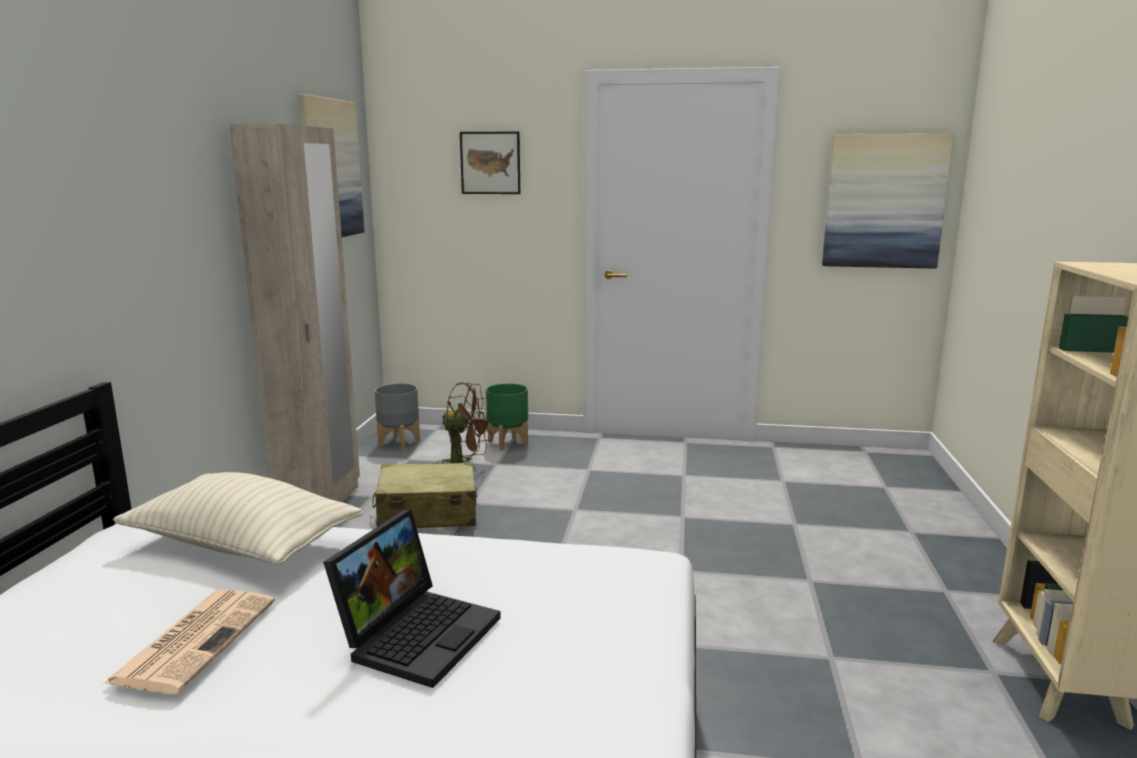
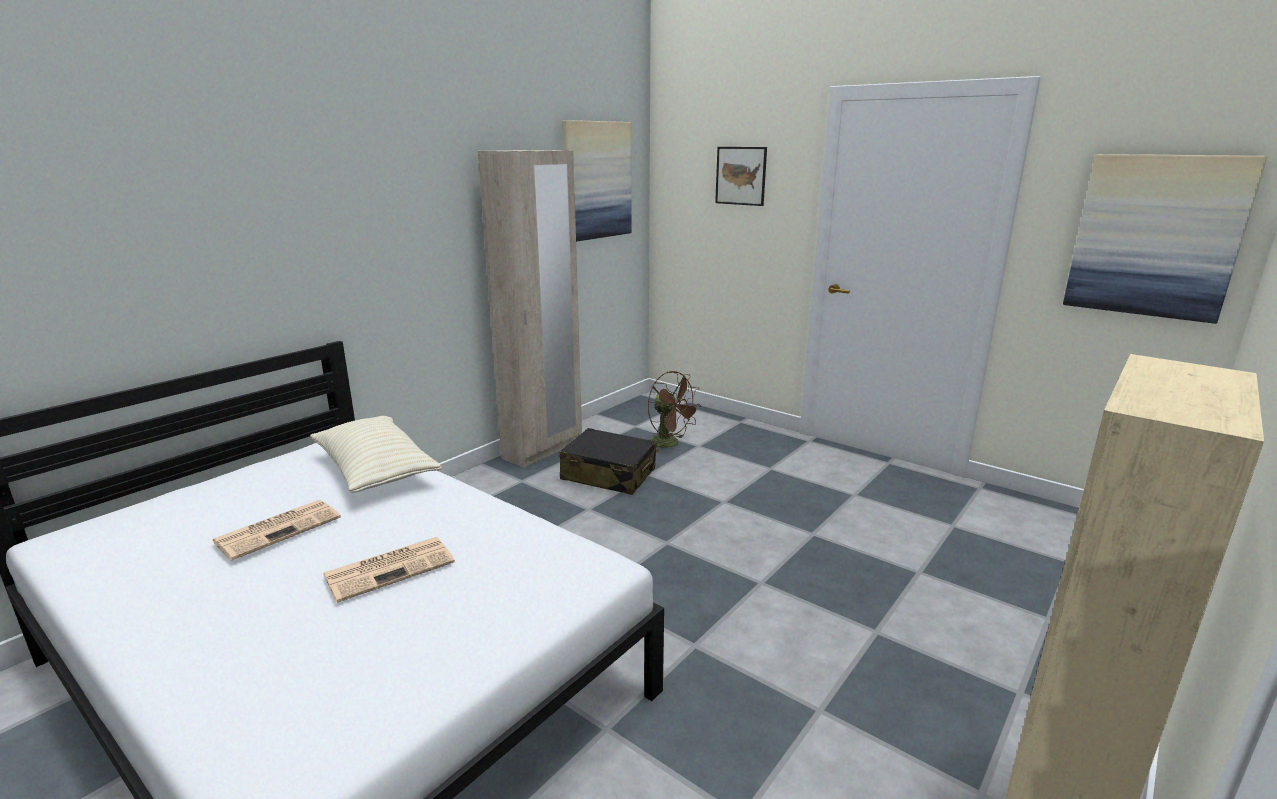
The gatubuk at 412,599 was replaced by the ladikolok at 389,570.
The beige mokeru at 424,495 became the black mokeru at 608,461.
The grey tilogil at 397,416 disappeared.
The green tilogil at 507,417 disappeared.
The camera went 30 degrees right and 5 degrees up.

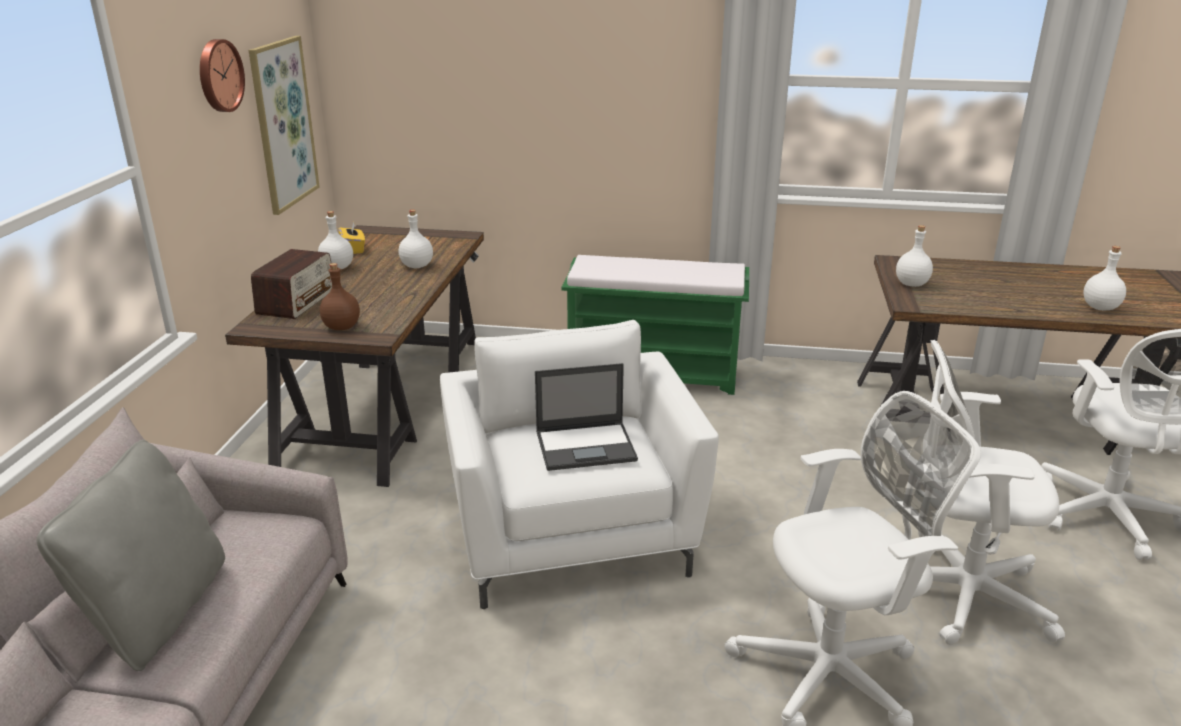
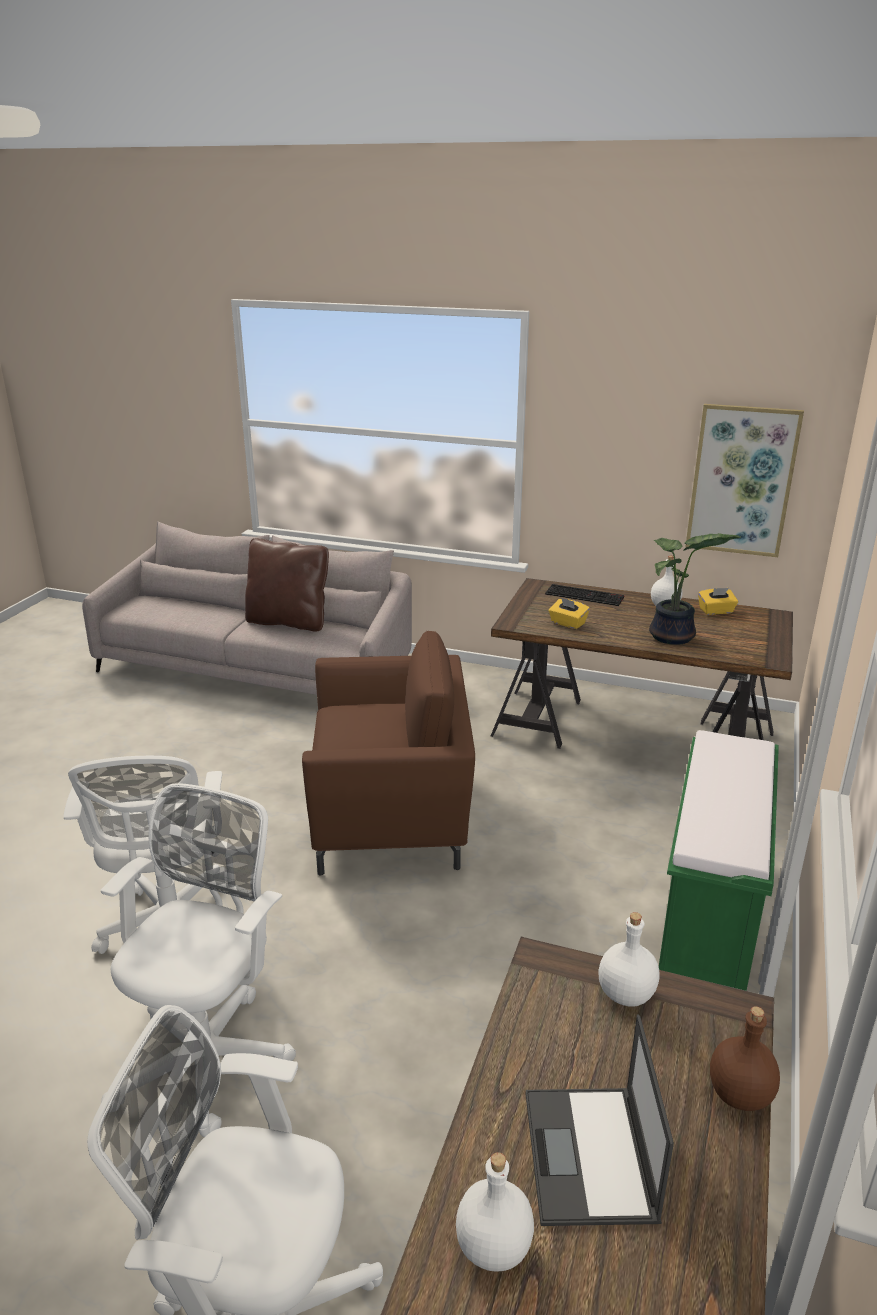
The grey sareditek at 130,555 became the brown sareditek at 287,585.
The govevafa at 222,75 disappeared.
The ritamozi at 291,284 was replaced by the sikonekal at 585,595.
The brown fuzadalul moved from 340,296 to 745,1058.
The white fuzadalul at 416,239 was replaced by the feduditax at 695,589.
The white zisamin at 579,464 became the brown zisamin at 388,753.
The gatubuk moved from 586,417 to 600,1120.
The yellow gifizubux at 569,613 appeared.
The camera went 100 degrees right and 0 degrees up.

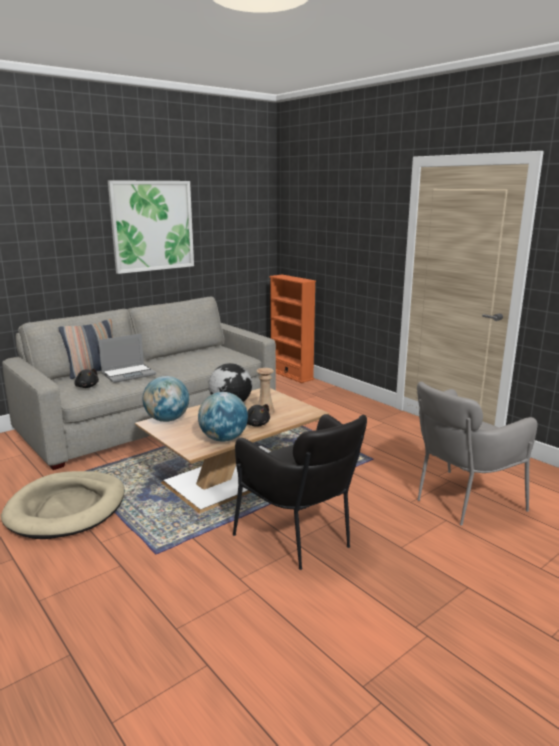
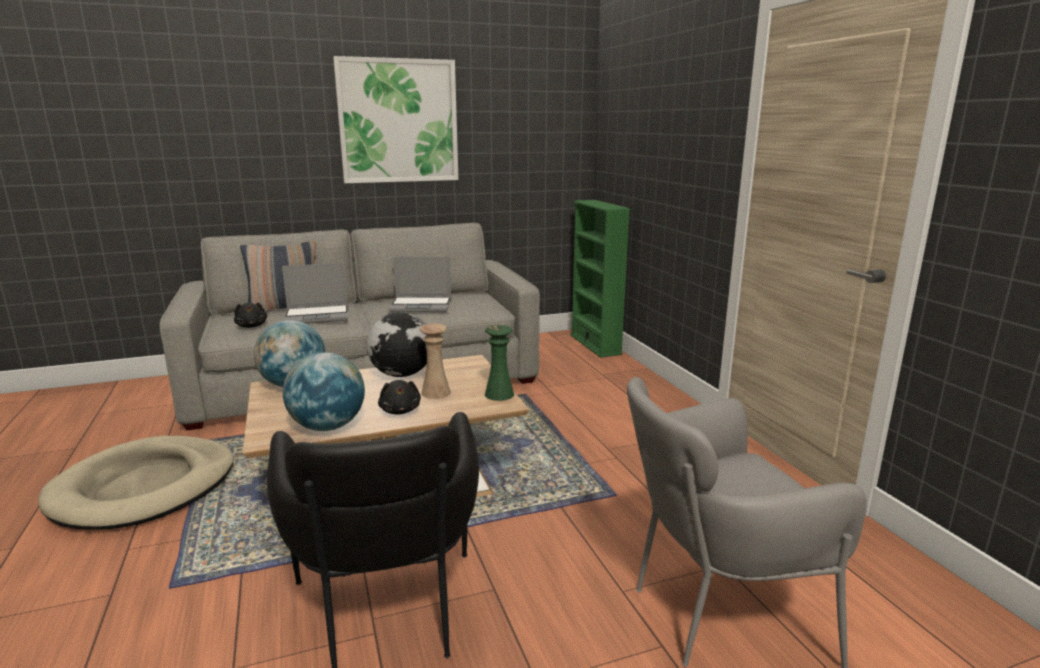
The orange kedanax at 292,329 became the green kedanax at 600,279.
The gatubuk at 419,284 appeared.
The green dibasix at 499,363 appeared.
The camera went 20 degrees right and 0 degrees up.

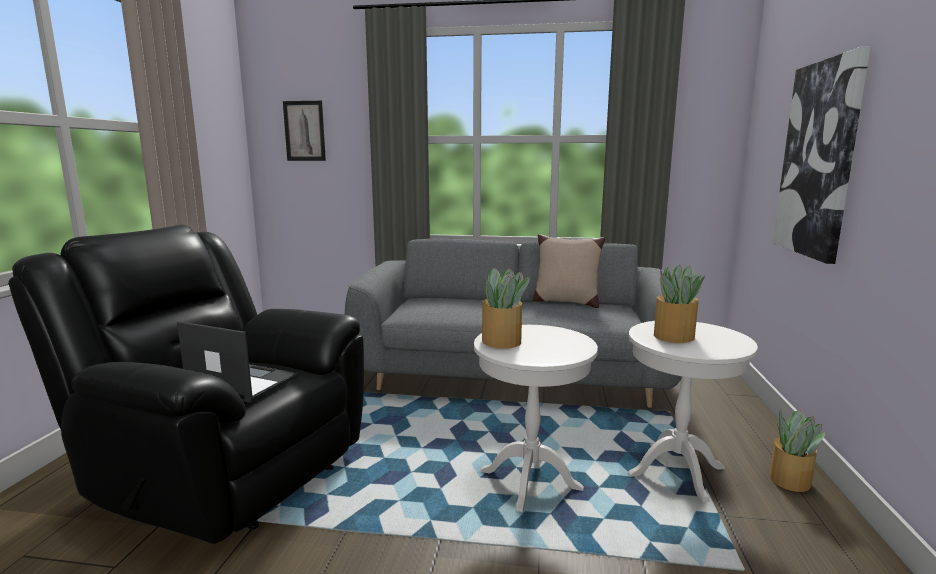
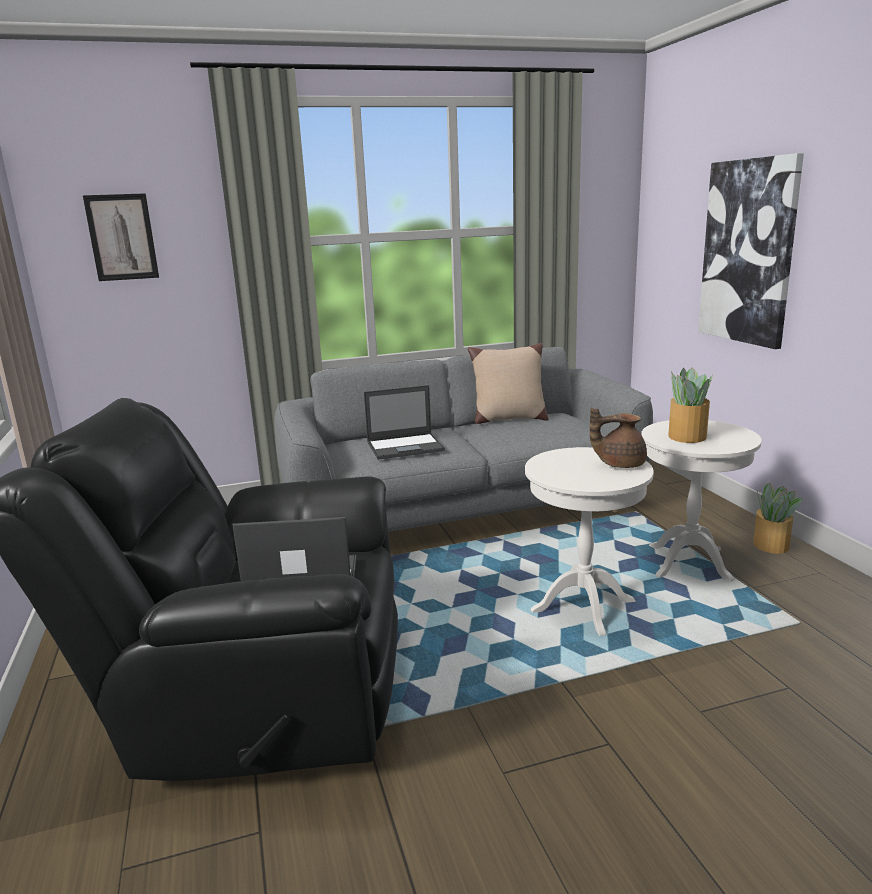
The feduditax at 505,308 disappeared.
The gatubuk at 404,422 appeared.
The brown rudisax at 618,437 appeared.
The camera went 25 degrees left and 5 degrees up.

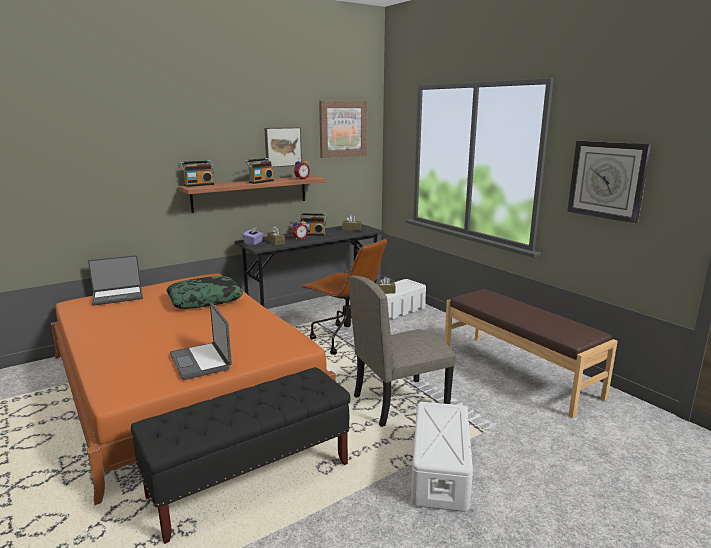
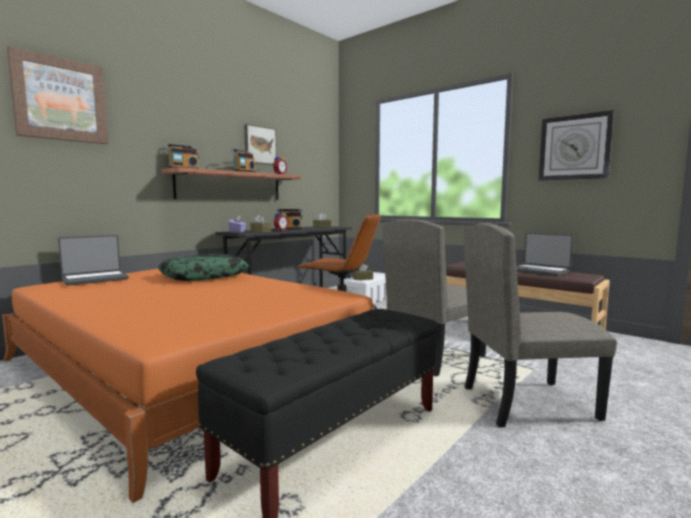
The gatubuk moved from 201,341 to 544,254.
The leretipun moved from 343,129 to 57,95.
The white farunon at 442,457 was replaced by the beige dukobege at 540,325.
The camera went 15 degrees left and 10 degrees down.

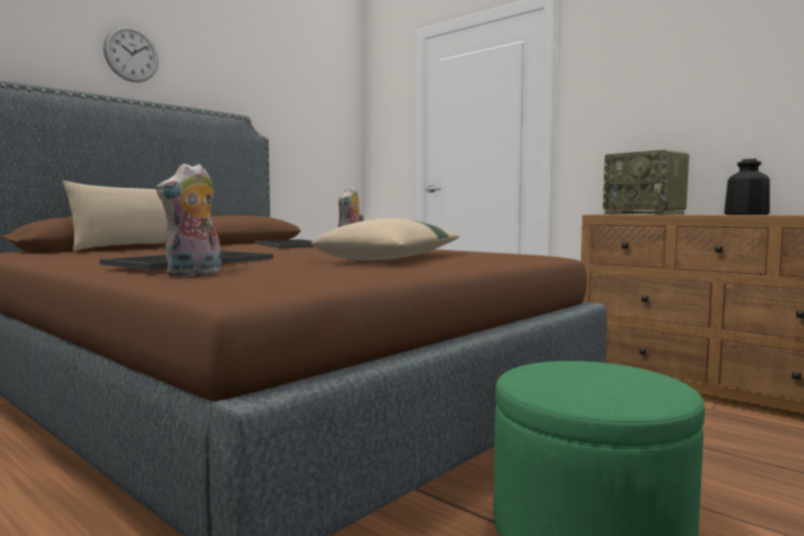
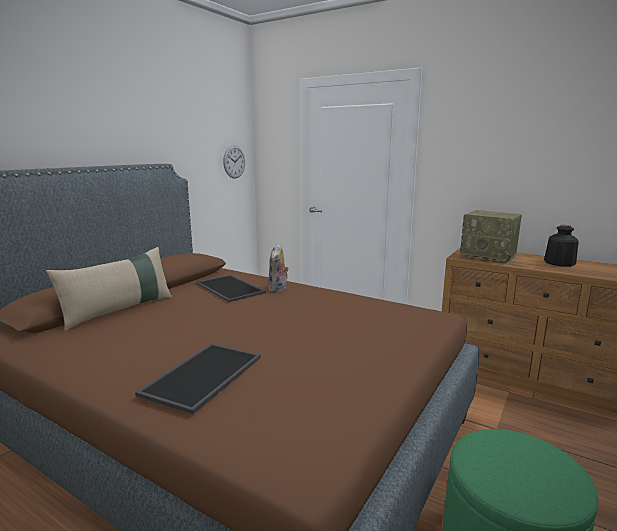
The govevafa moved from 131,53 to 234,162.
The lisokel at 188,220 disappeared.
The beige sareditek at 385,239 disappeared.
The camera went 10 degrees left and 10 degrees up.

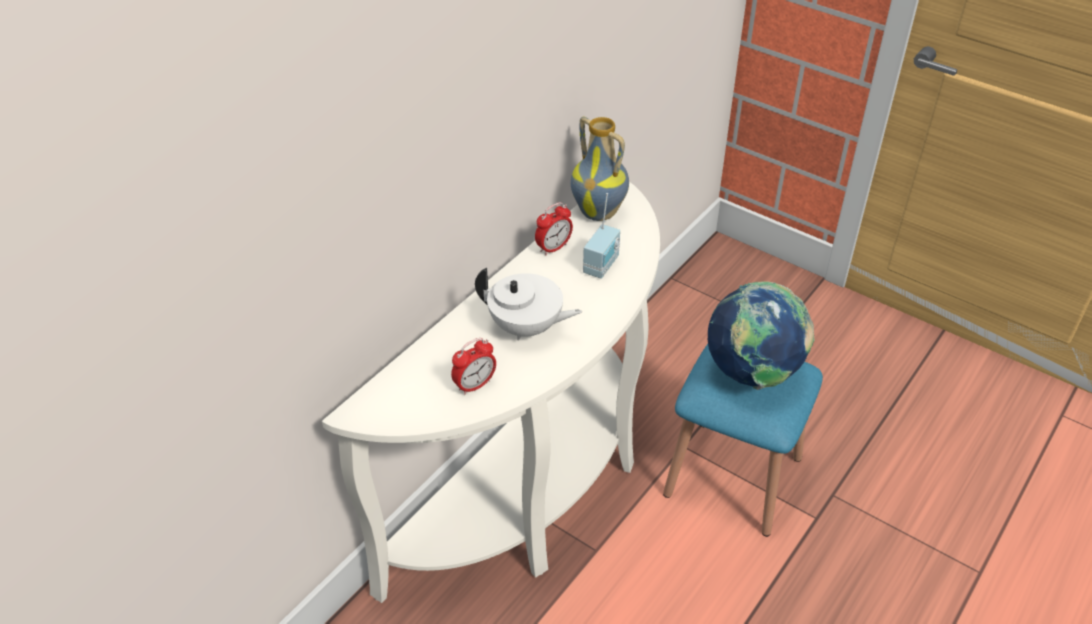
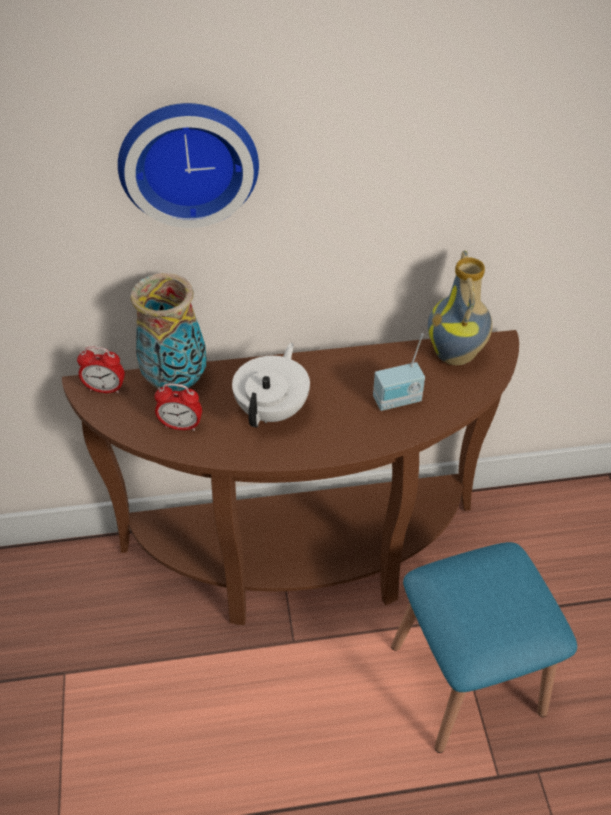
The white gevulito at 491,392 became the brown gevulito at 290,477.
The white rudisax at 528,304 turned 135 degrees counterclockwise.
The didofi moved from 554,229 to 101,370.
The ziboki at 761,335 disappeared.
The govevafa at 188,165 appeared.
The dibasix at 169,332 appeared.
The camera went 45 degrees right and 5 degrees up.

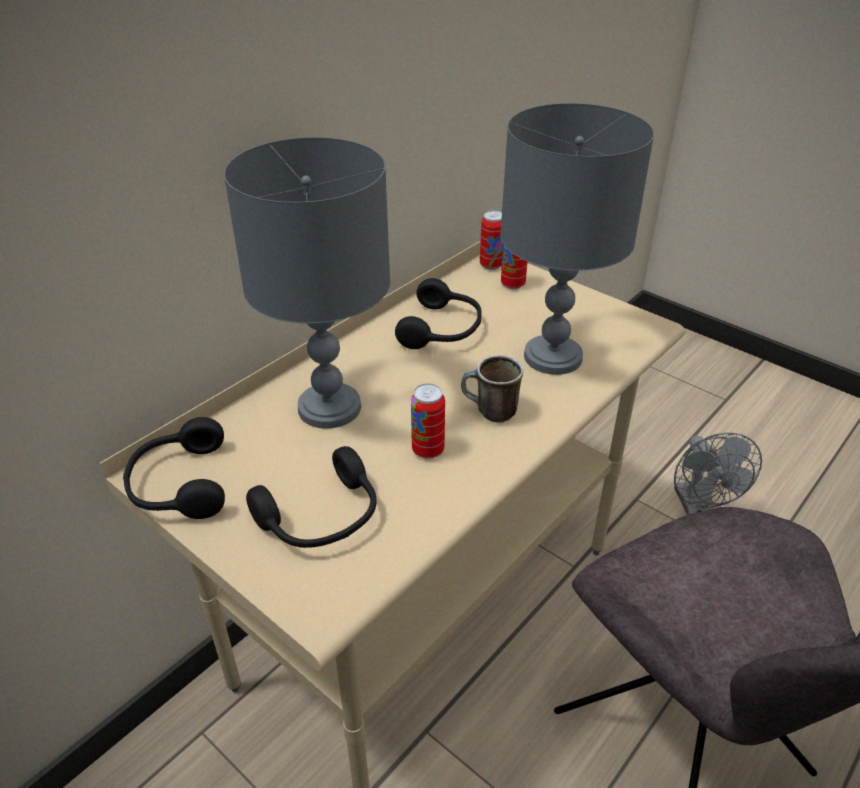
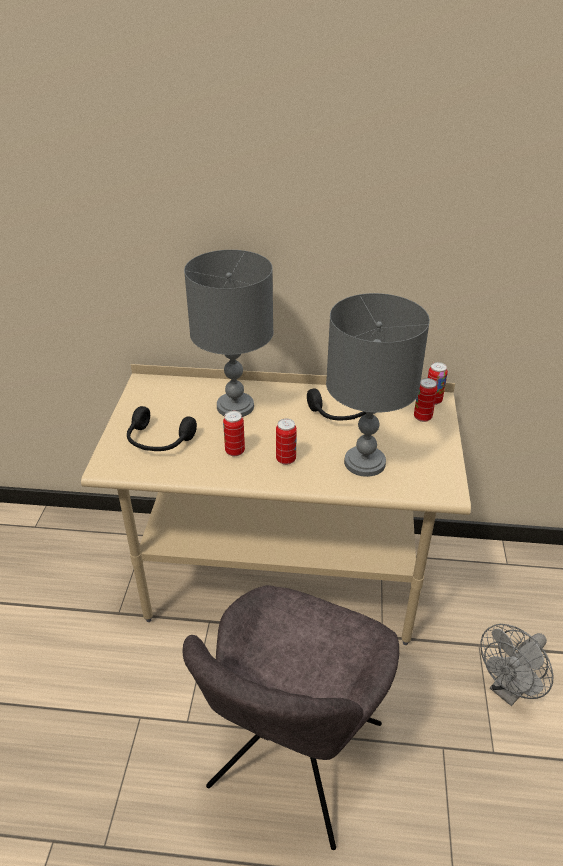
The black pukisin at 174,468 disappeared.
The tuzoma at 492,389 was replaced by the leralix at 286,441.
The camera went 55 degrees right and 0 degrees up.

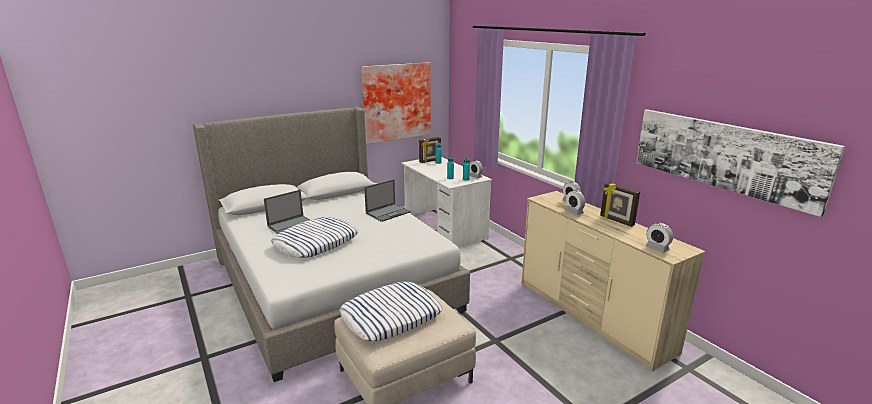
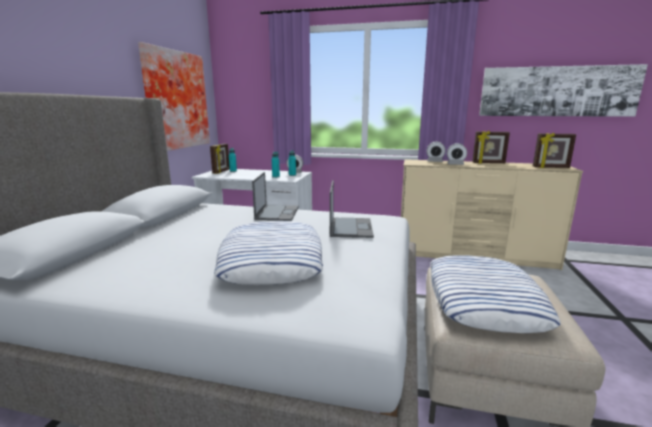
The gatubuk moved from 287,212 to 352,209.
The didofi at 659,238 was replaced by the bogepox at 554,150.
The camera went 45 degrees left and 5 degrees down.

